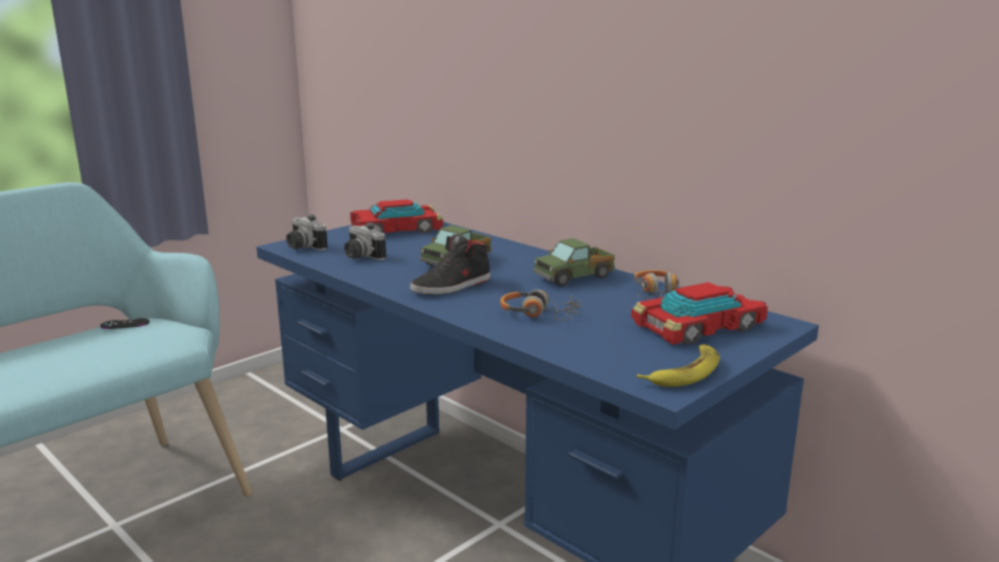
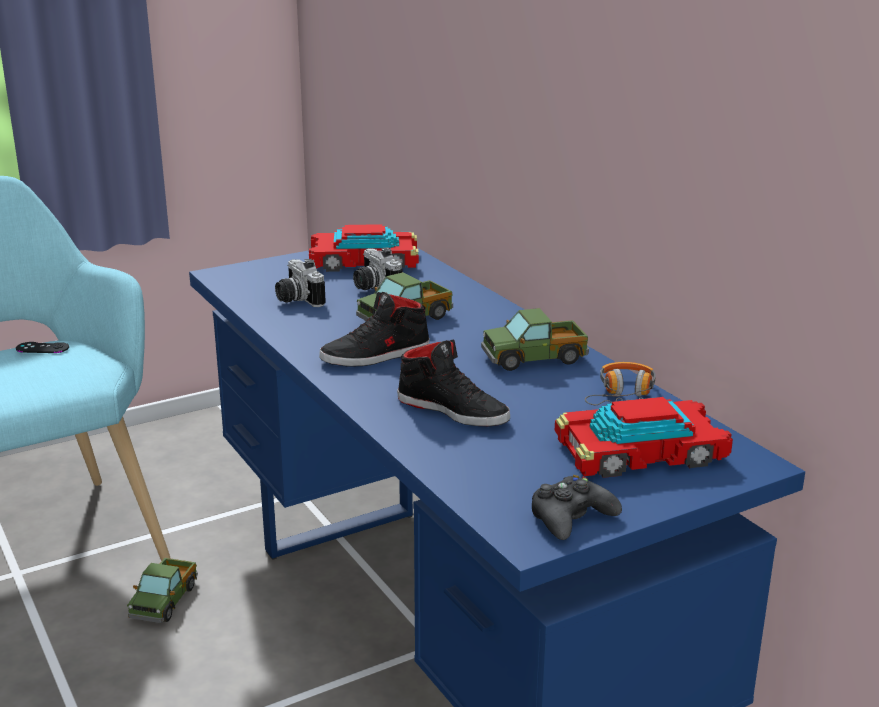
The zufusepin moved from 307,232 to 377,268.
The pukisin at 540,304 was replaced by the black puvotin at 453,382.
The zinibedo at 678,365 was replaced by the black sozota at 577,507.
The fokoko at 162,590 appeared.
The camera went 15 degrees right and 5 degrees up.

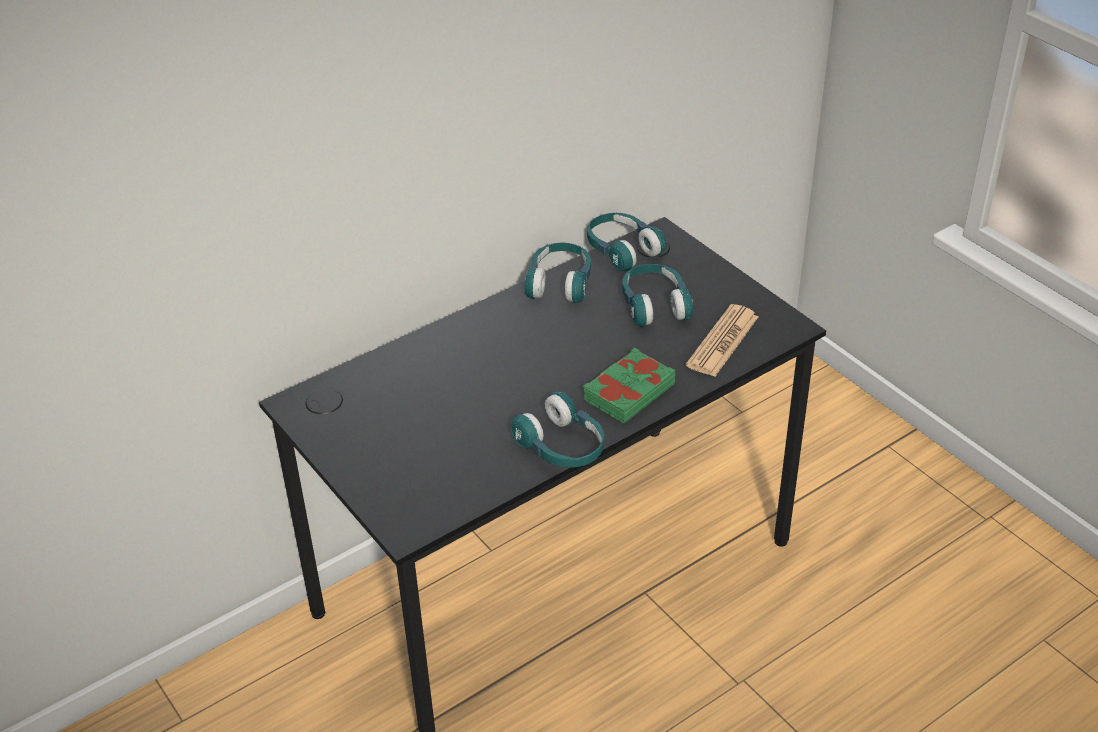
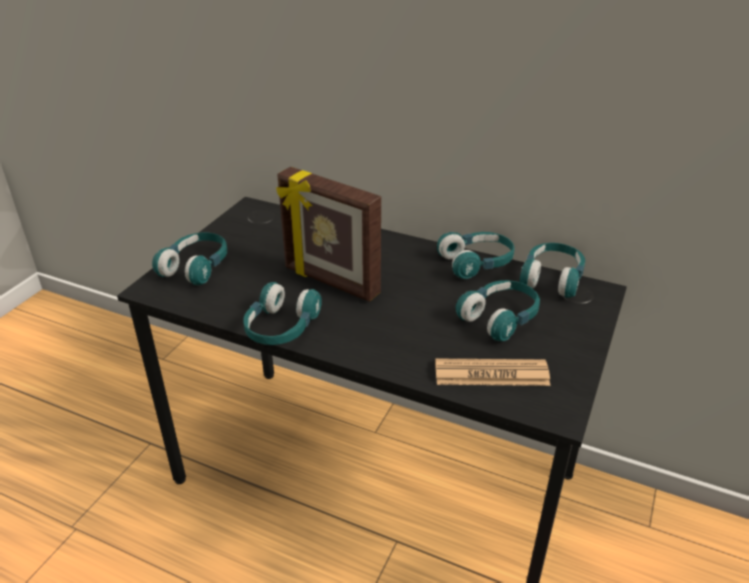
The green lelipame at 629,386 disappeared.
The turquoise pukisin at 189,258 appeared.
The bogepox at 328,234 appeared.
The camera went 60 degrees right and 5 degrees down.

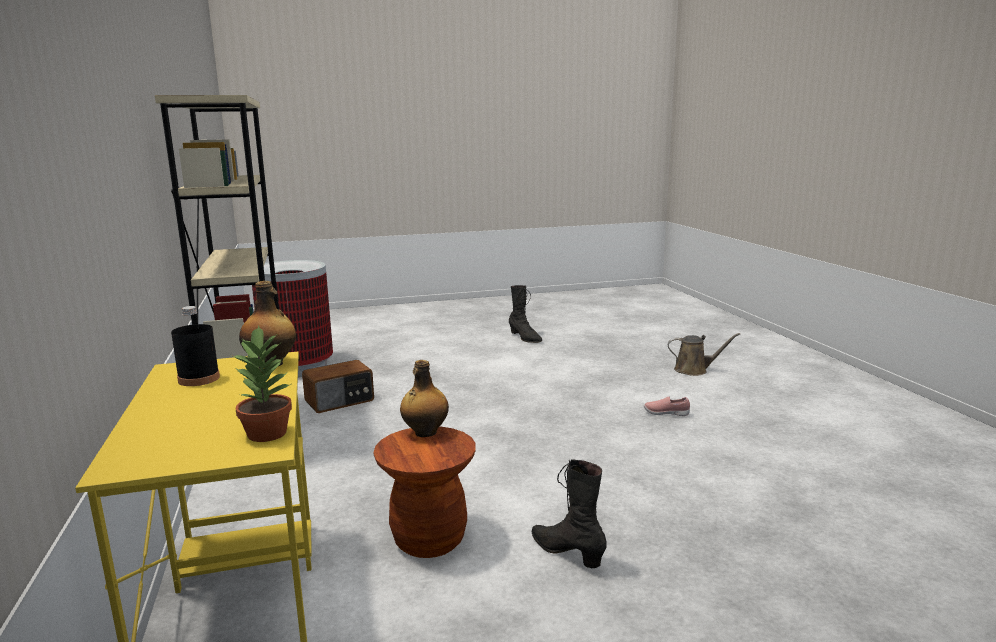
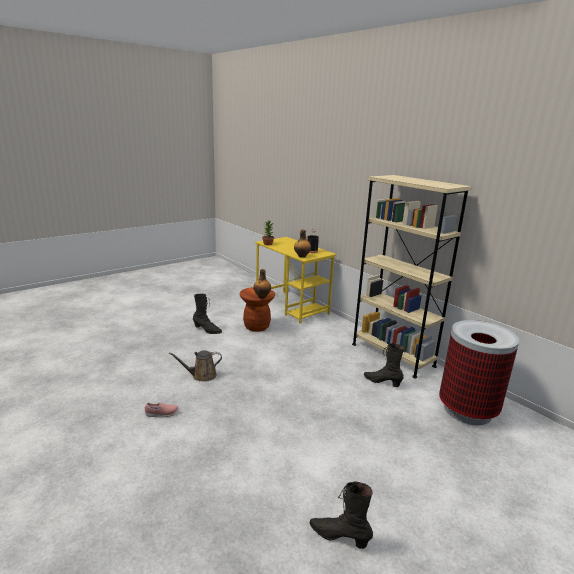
The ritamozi at 338,386 was replaced by the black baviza at 384,365.
The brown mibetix moved from 704,354 to 195,366.
The camera went 155 degrees right and 5 degrees up.

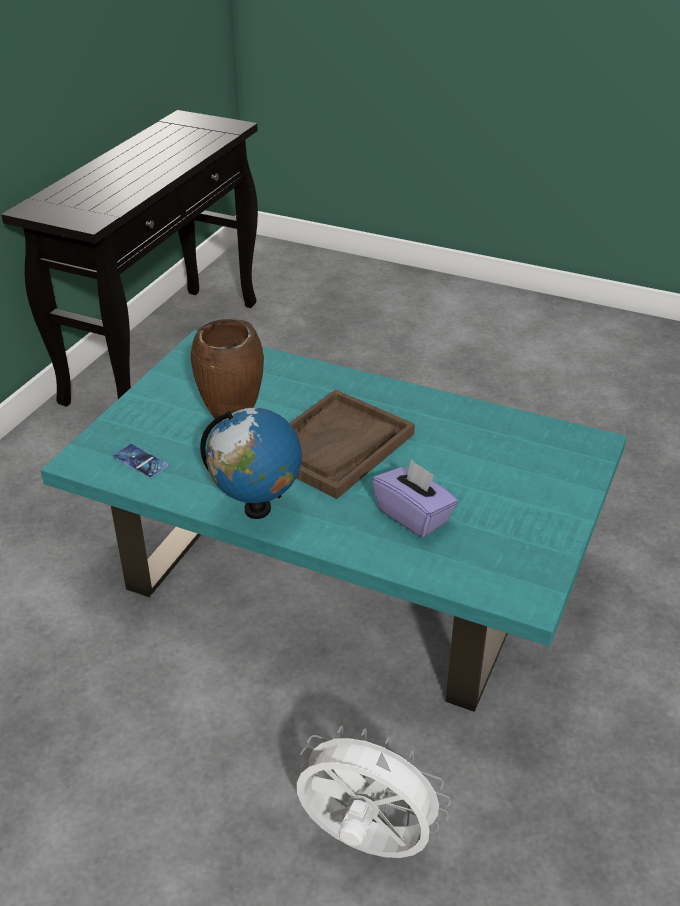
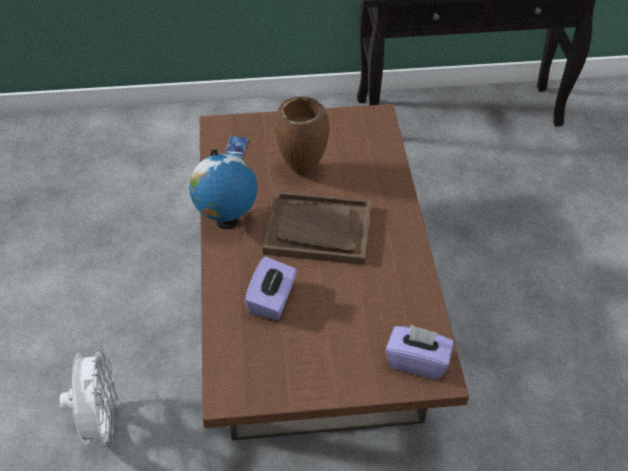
The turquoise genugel at 334,521 became the brown genugel at 334,272.
The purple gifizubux at 419,352 appeared.
The camera went 60 degrees right and 10 degrees up.

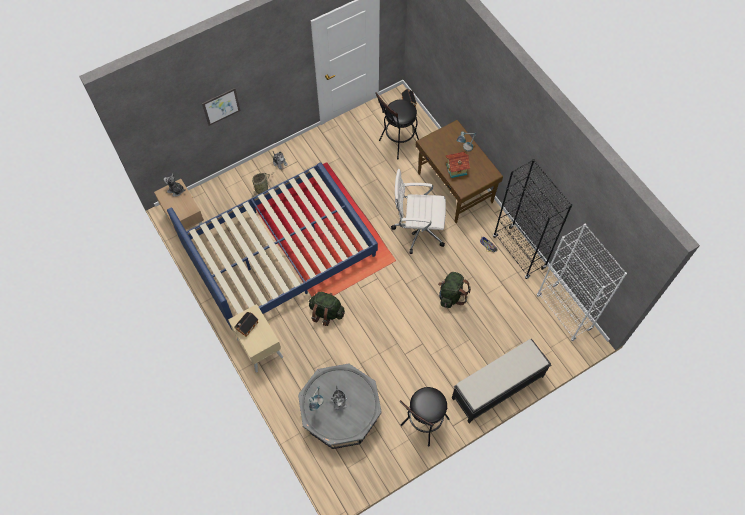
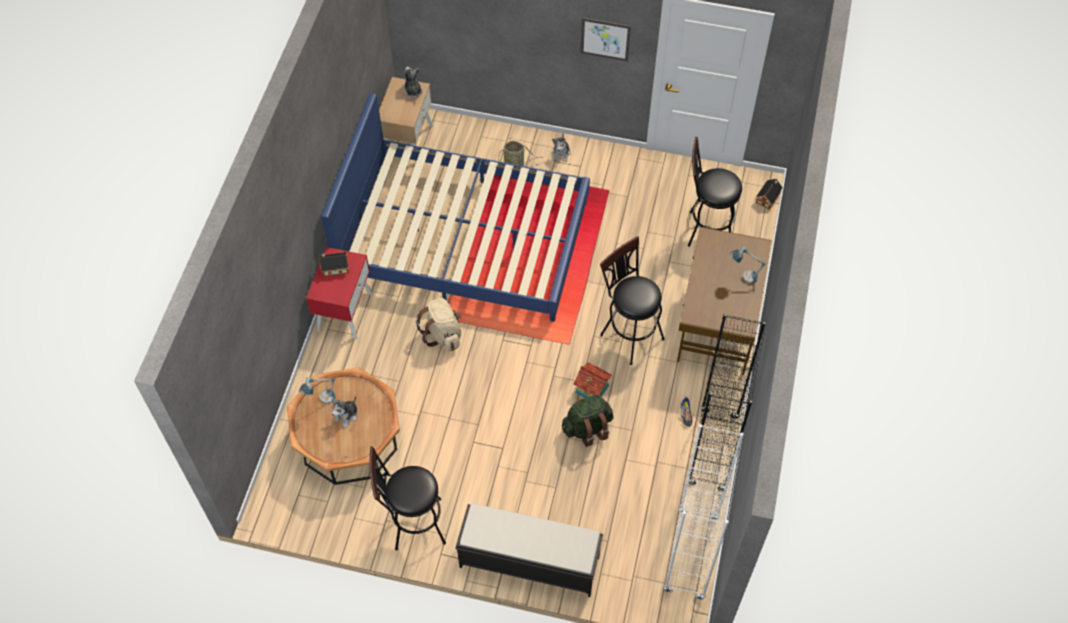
The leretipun moved from 221,107 to 605,39.
The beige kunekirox at 255,338 became the red kunekirox at 339,293.
The grey genugel at 340,406 became the brown genugel at 343,426.
The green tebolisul at 327,309 became the beige tebolisul at 439,324.
The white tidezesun at 418,211 was replaced by the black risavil at 632,300.
The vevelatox moved from 458,165 to 593,380.
The camera went 45 degrees right and 5 degrees down.

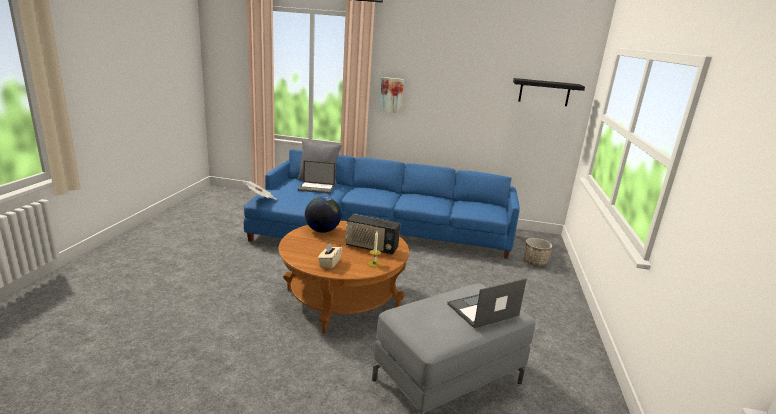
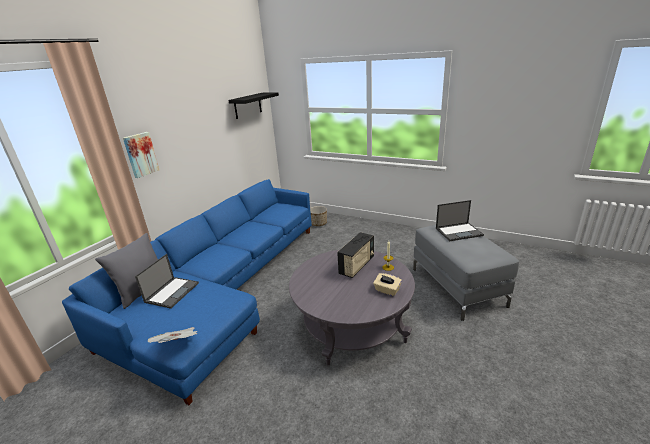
The brown genugel at 344,277 became the grey genugel at 352,307.
The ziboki at 323,214 disappeared.
The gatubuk at 487,303 turned 90 degrees counterclockwise.
The camera went 70 degrees left and 5 degrees up.

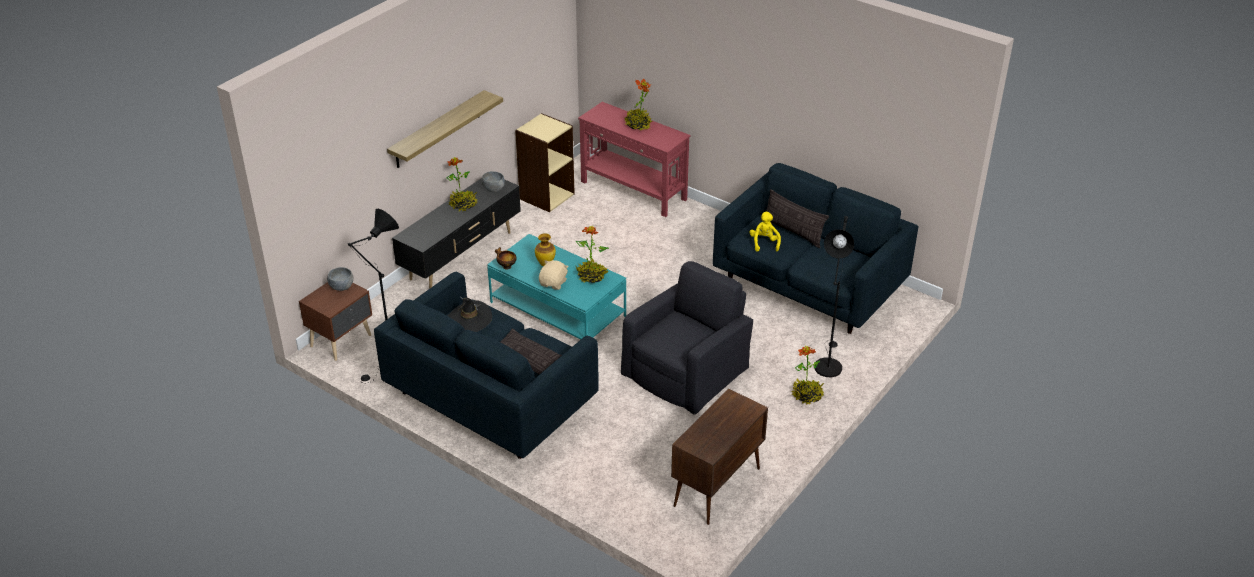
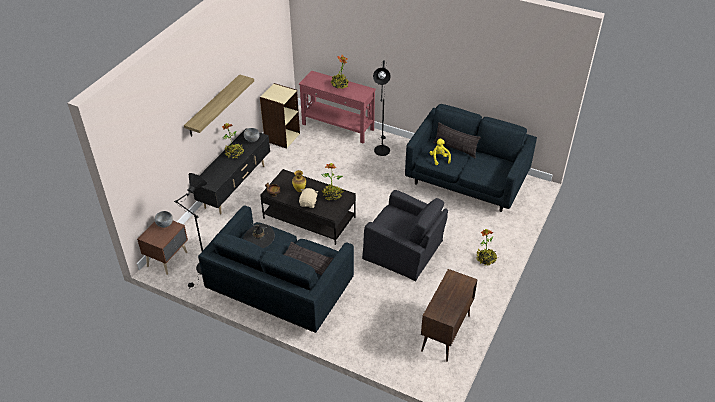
The turquoise genugel at 556,286 became the black genugel at 308,207.
The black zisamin at 687,337 turned 90 degrees clockwise.
The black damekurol moved from 834,296 to 382,108.
The camera went 10 degrees left and 5 degrees up.

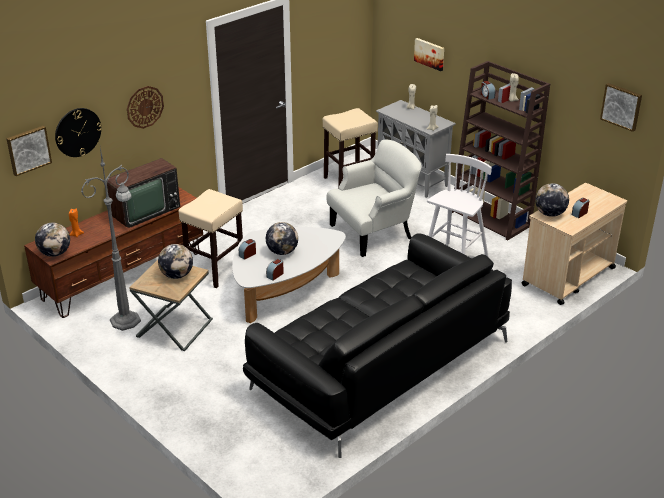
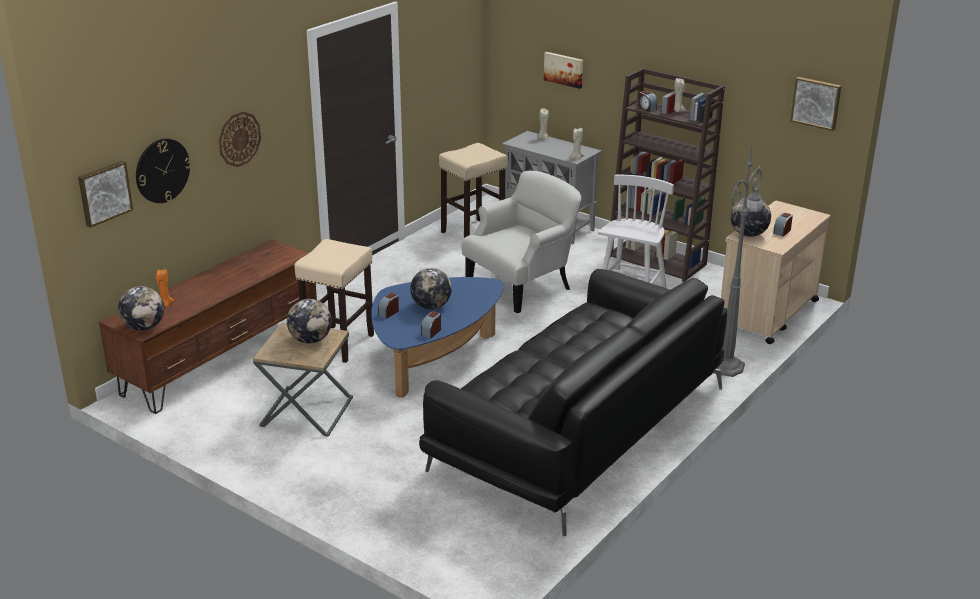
The grey damekurol moved from 111,239 to 739,258.
The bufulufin at 143,193 disappeared.
The white genugel at 289,275 became the blue genugel at 437,337.
The camera went 10 degrees left and 5 degrees down.

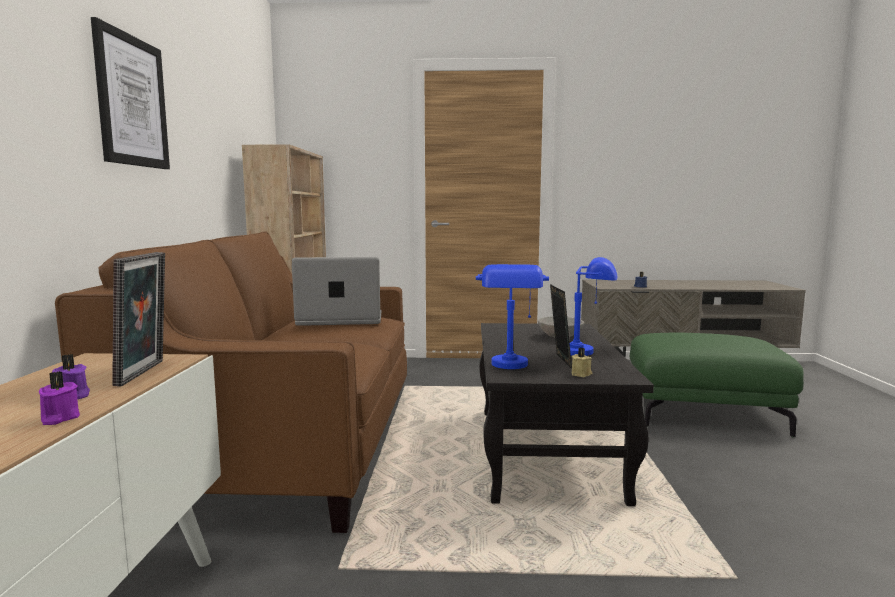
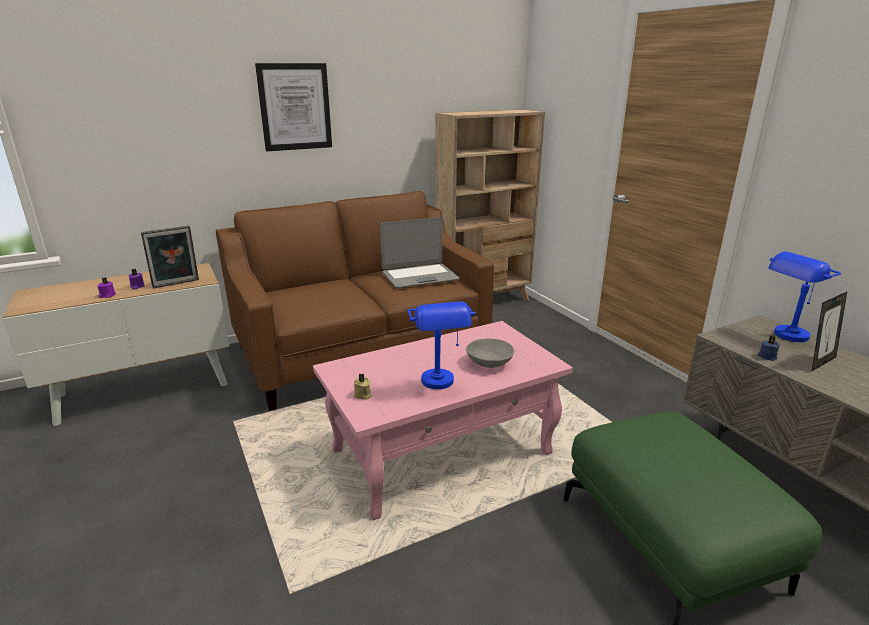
The gatubuk at 336,291 turned 105 degrees clockwise.
The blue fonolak moved from 512,316 to 804,296.
The black genugel at 566,414 became the pink genugel at 443,420.
The bogepox moved from 561,326 to 829,332.
The camera went 60 degrees right and 15 degrees up.

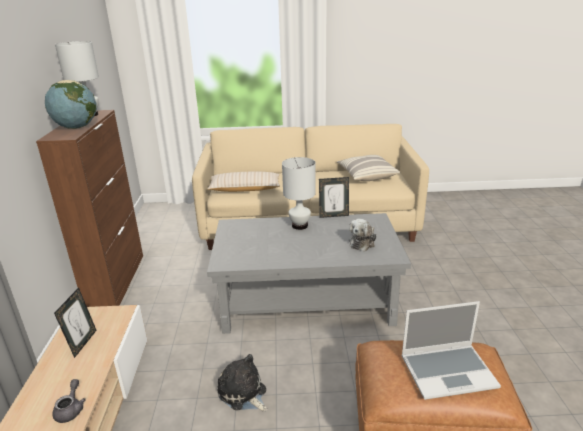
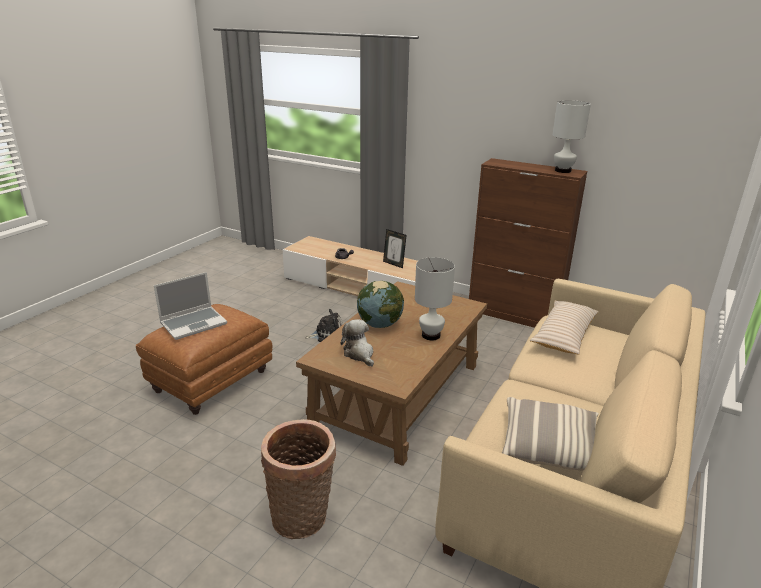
The ziboki moved from 71,104 to 380,304.
The grey genugel at 309,273 became the brown genugel at 391,373.
The bogepox at 334,197 disappeared.
The gatubuk at 451,350 turned 150 degrees counterclockwise.
The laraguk at 298,479 appeared.
The camera went 120 degrees right and 0 degrees up.

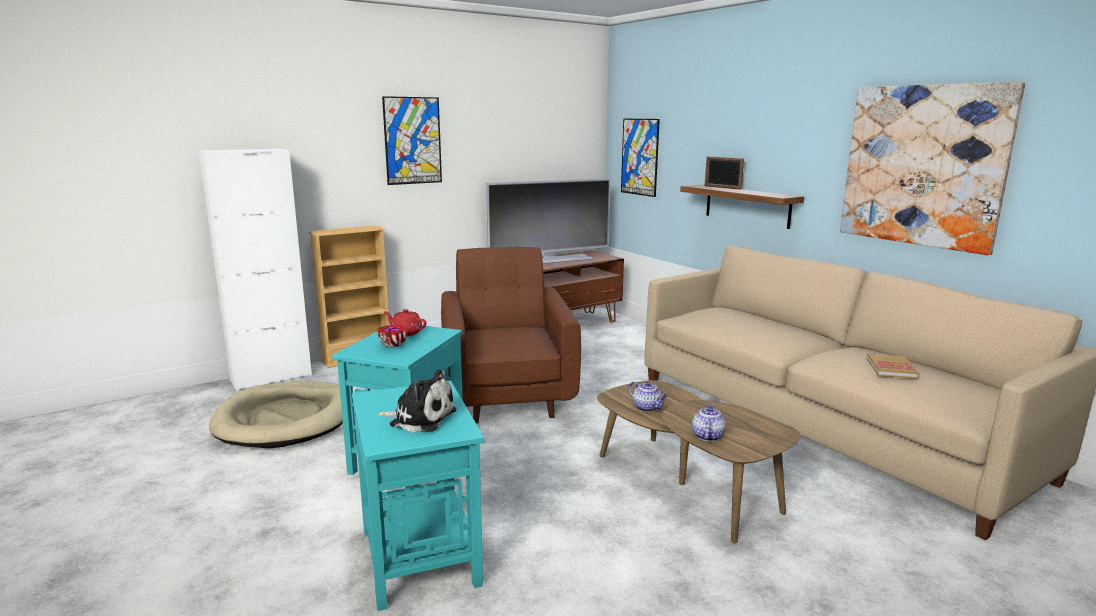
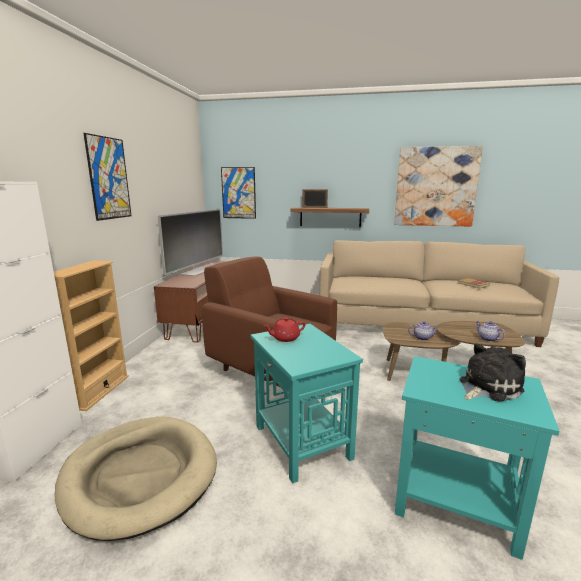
The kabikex at 392,336 disappeared.
The camera went 45 degrees left and 0 degrees up.

